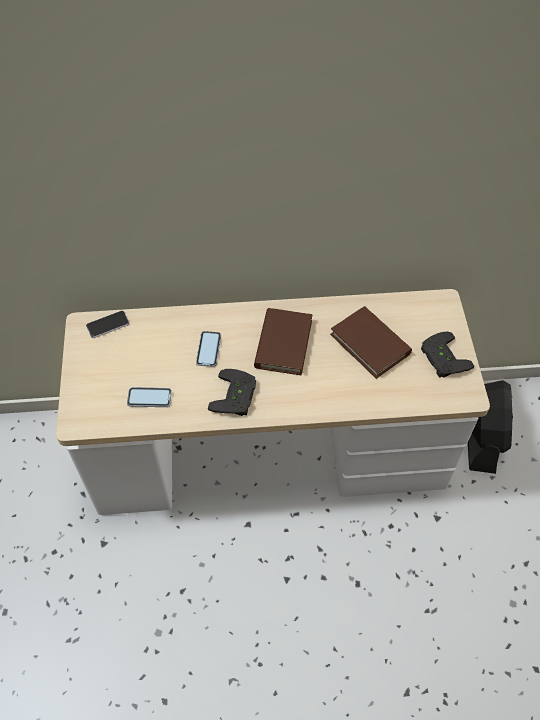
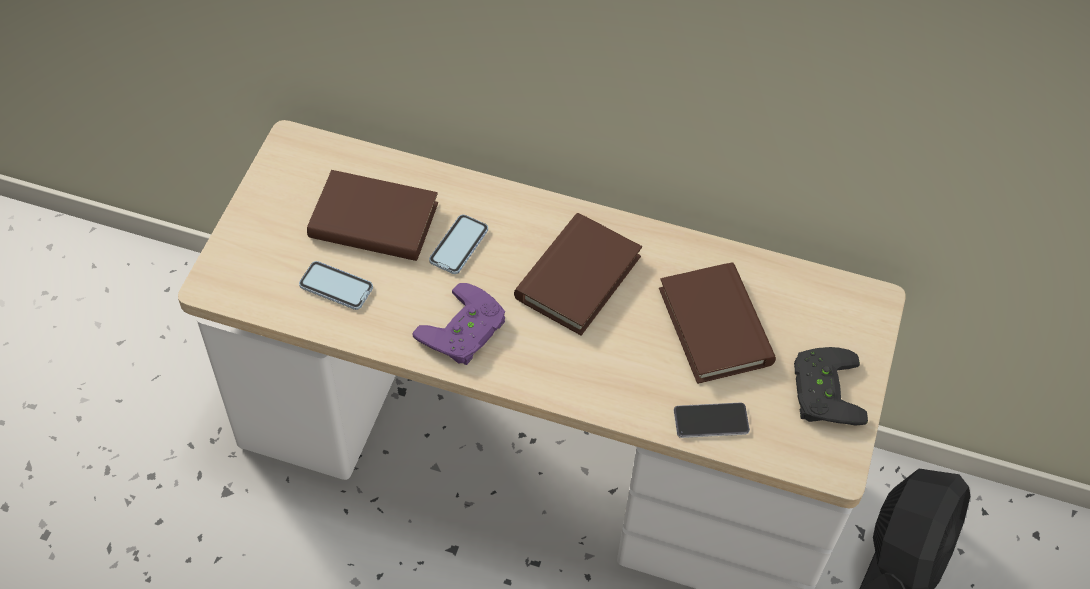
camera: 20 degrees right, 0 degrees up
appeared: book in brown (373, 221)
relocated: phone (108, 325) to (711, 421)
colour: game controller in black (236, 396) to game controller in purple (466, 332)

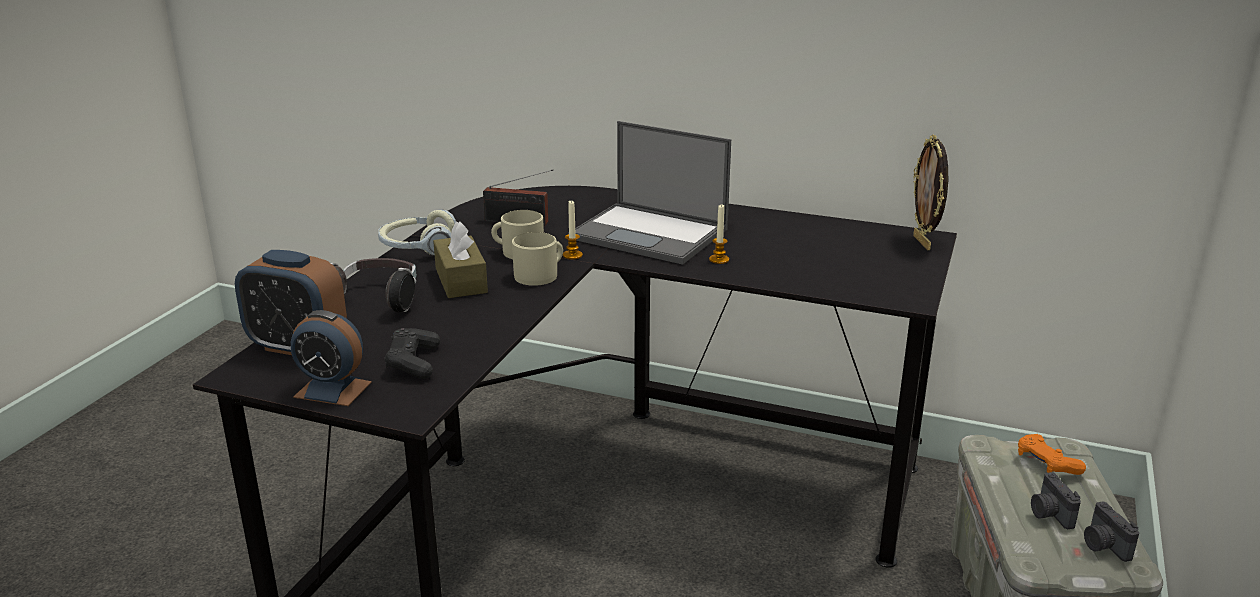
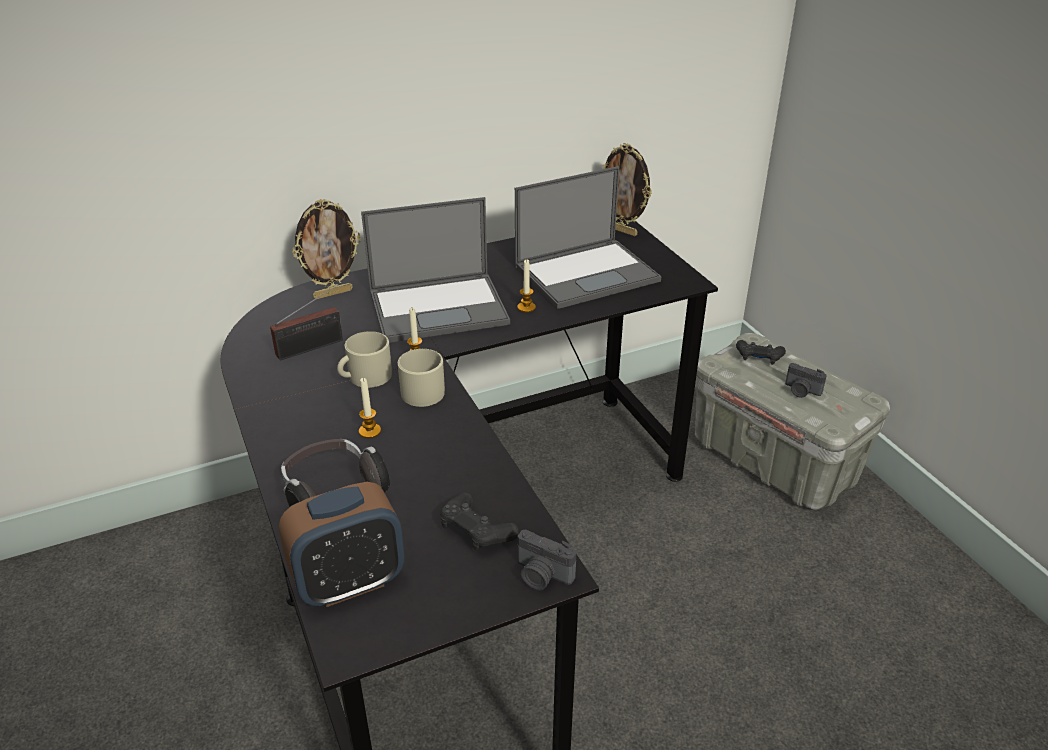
camera: 45 degrees left, 10 degrees up
missing: headphones (418, 247); alarm clock (333, 389)
appeared: laptop (588, 273); picture frame (333, 293)
relocated: photo camera (1103, 545) to (541, 576)
exchanged: tissue box in brown (461, 280) to candle (370, 431)
colour: game controller in orange (1046, 463) to game controller in black (759, 357)

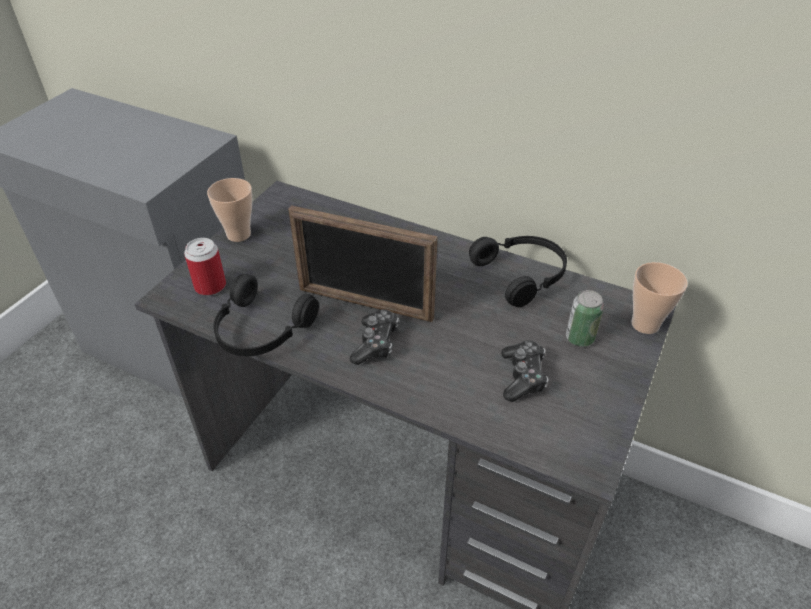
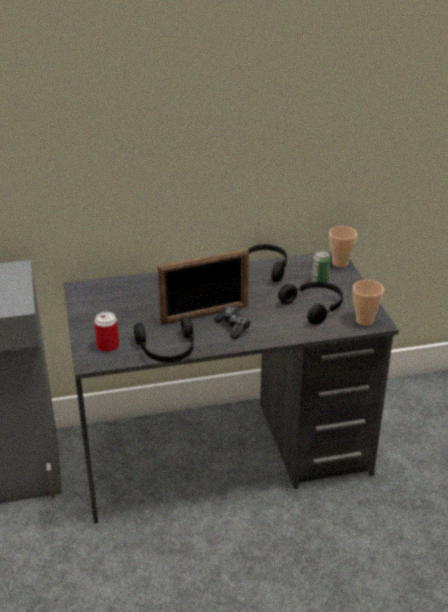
camera: 40 degrees left, 10 degrees down
relocated: cup (238, 234) to (364, 320)
exchanged: game controller (522, 377) to headphones in black (315, 307)

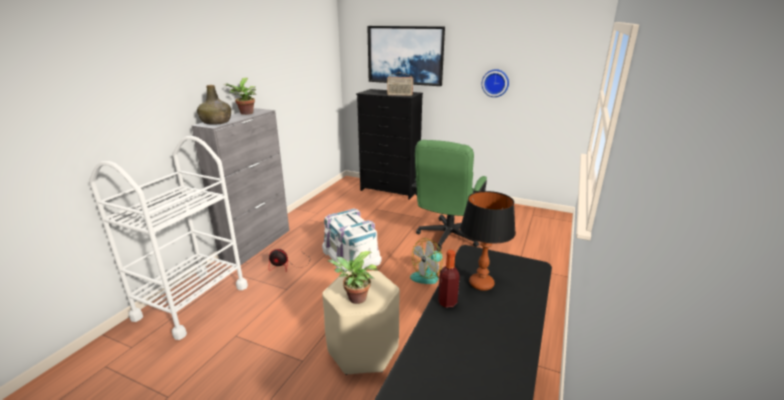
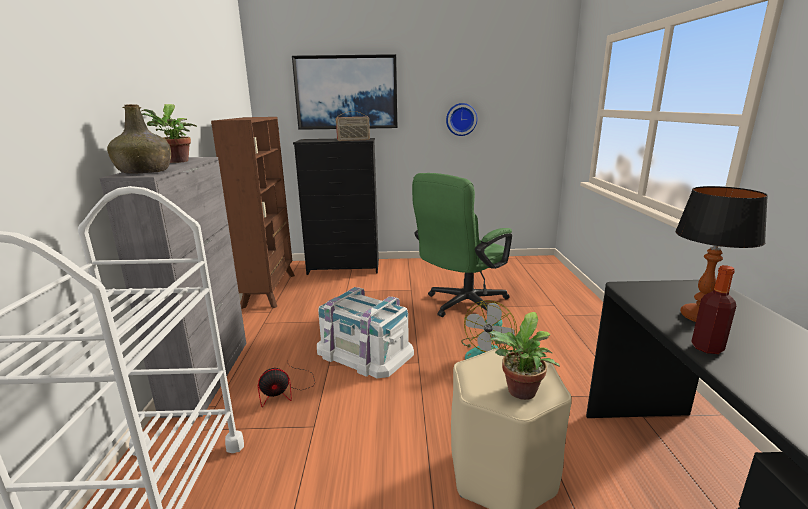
camera: 25 degrees left, 5 degrees down
appeared: bookcase in brown (270, 290)
spun: office chair in green (446, 238) = (461, 305) 45 degrees clockwise

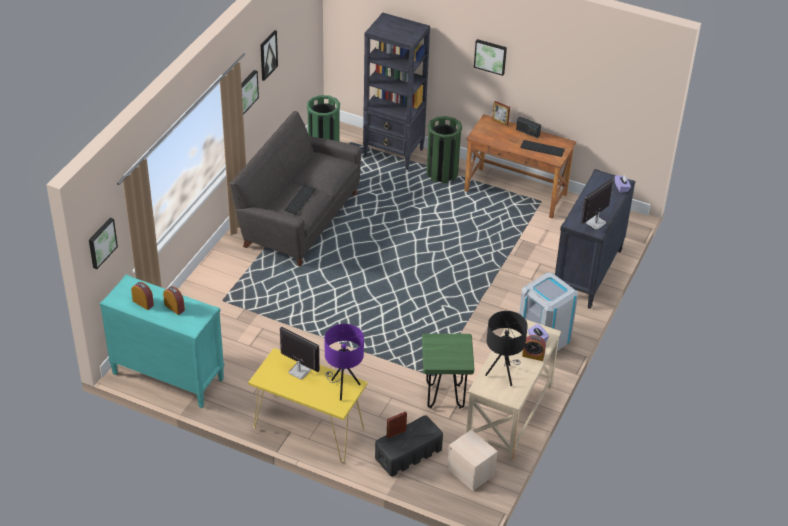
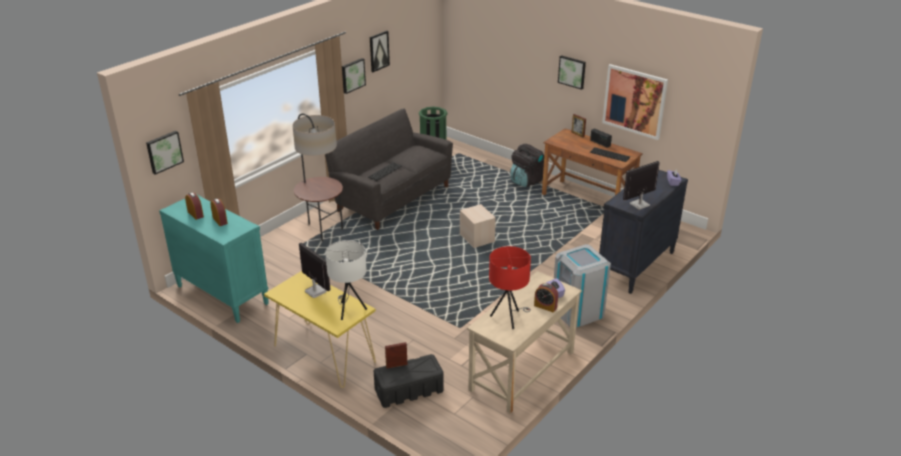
camera: 15 degrees right, 10 degrees down
missing: bookcase in black (394, 153); stool in green (444, 396)
appeared: picture (634, 101); floor lamp (322, 230)
relocated: storage box in beige (471, 472) to (477, 238)
exchanged: trash can in green (442, 173) to backpack in black (527, 181)
colour: table lamp in black (503, 374) to table lamp in red (508, 318); table lamp in purple (343, 387) to table lamp in white (349, 310)

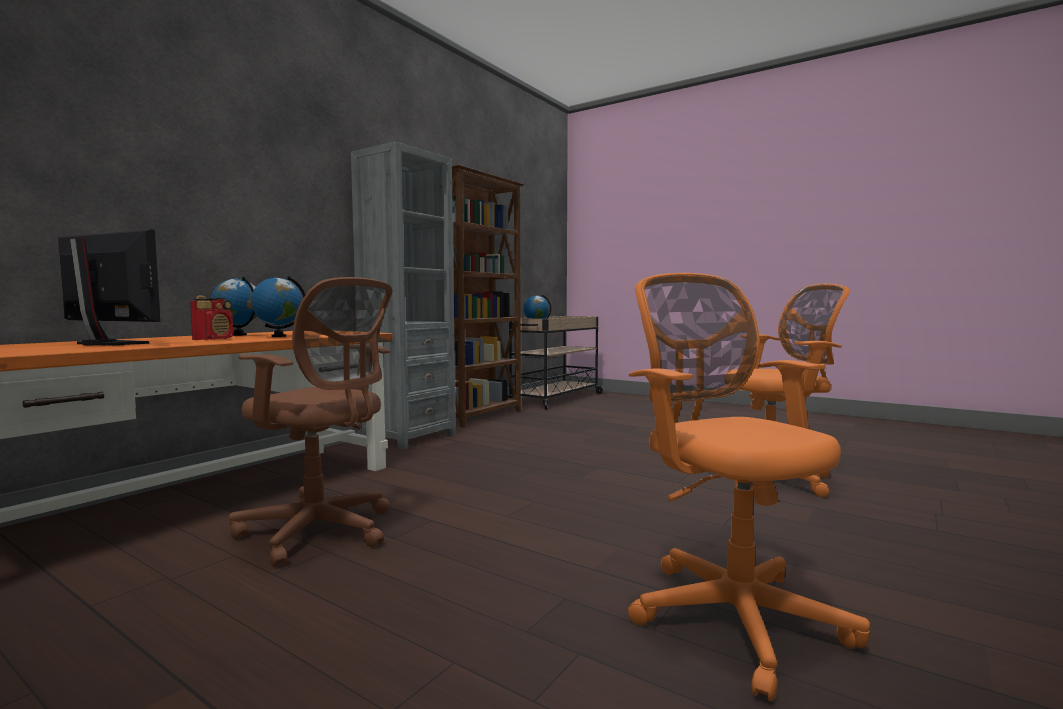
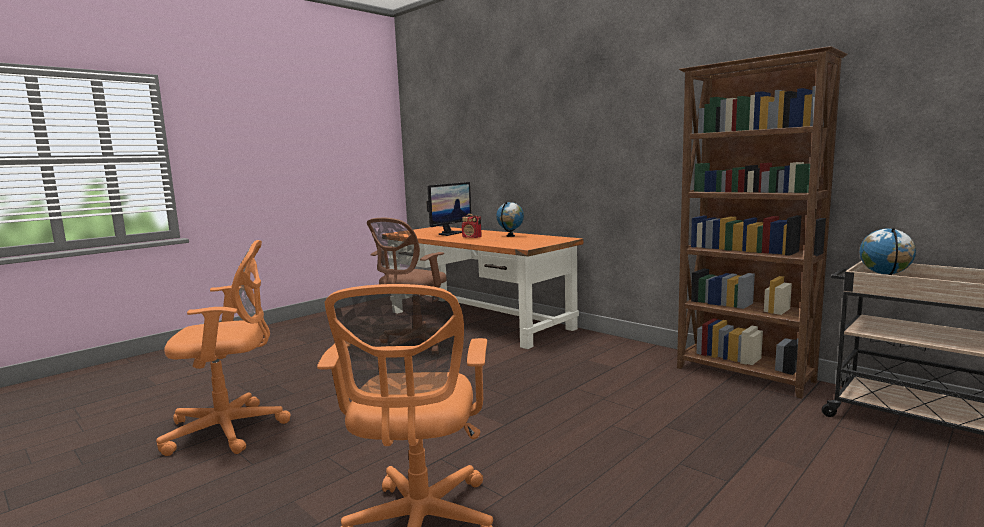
camera: 100 degrees right, 5 degrees up
missing: bookcase in grey (408, 437); globe (279, 336)

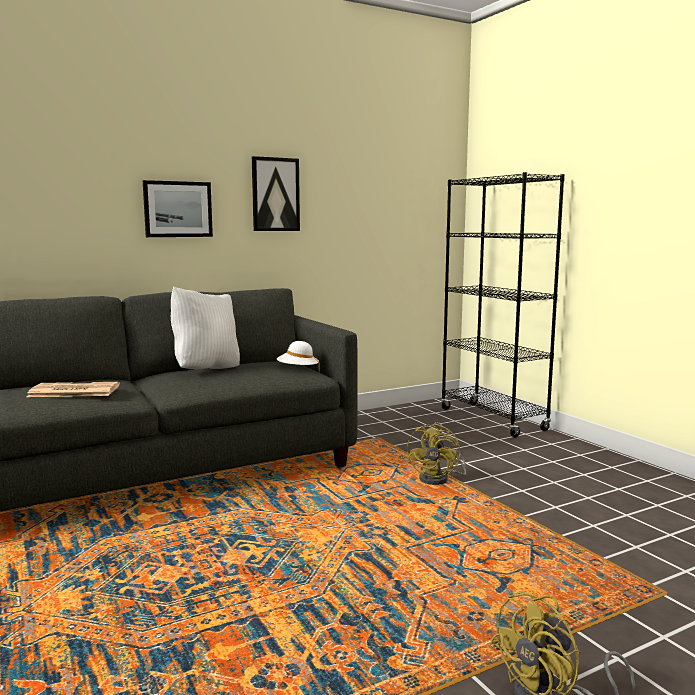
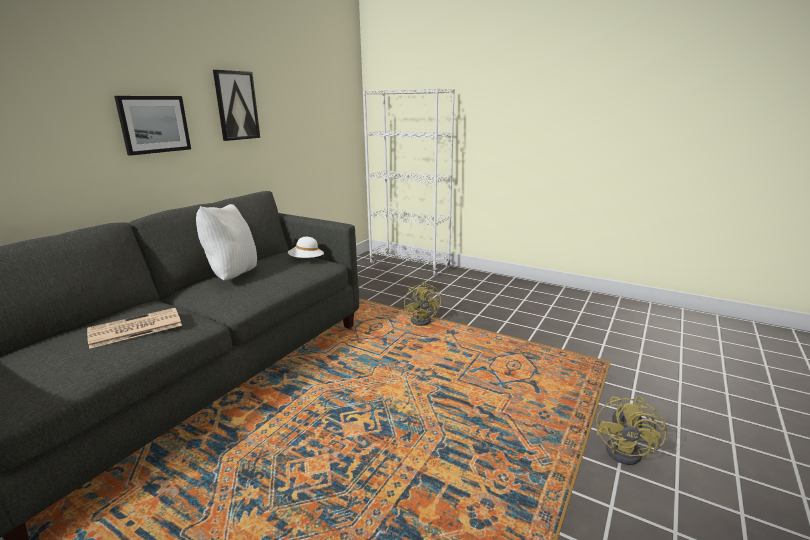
camera: 30 degrees left, 10 degrees up
colour: bookcase in black (493, 419) to bookcase in white (409, 265)

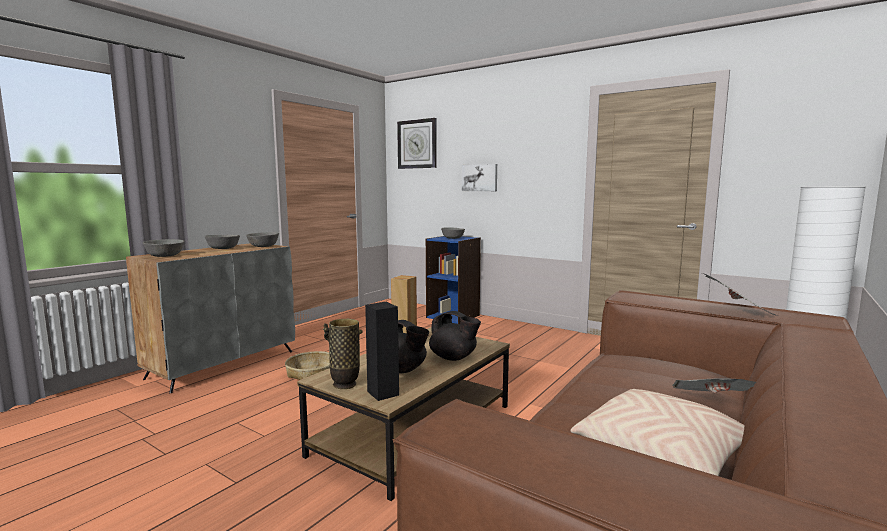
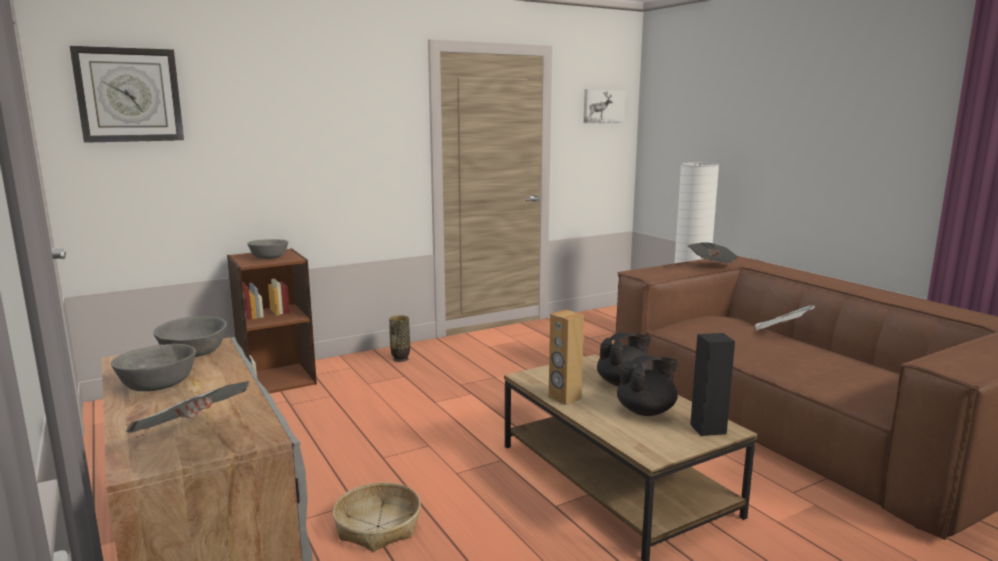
camera: 65 degrees left, 5 degrees up
missing: pillow in beige (662, 455)
relocated: picture (480, 177) to (603, 106); vase (345, 384) to (400, 359)
exchanged: bowl in grey (165, 256) to newspaper (192, 437)
colour: bookcase in blue (453, 316) to bookcase in brown (277, 379)

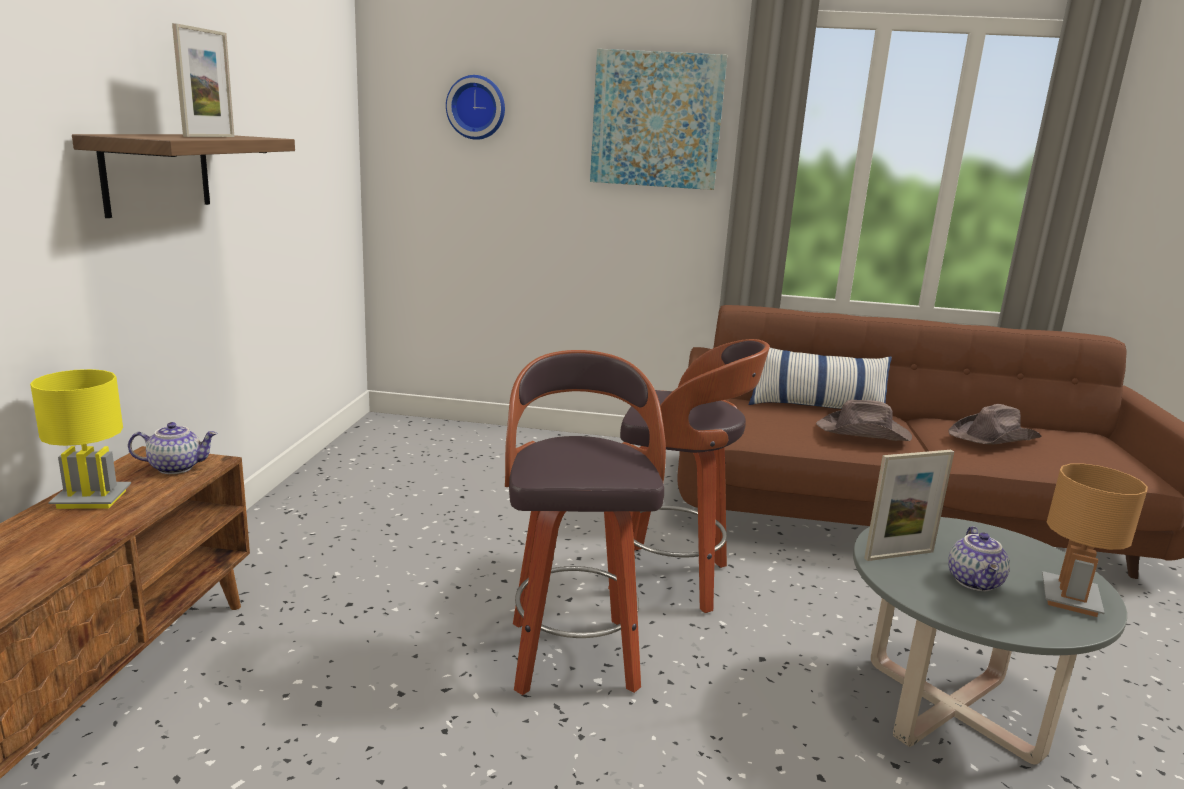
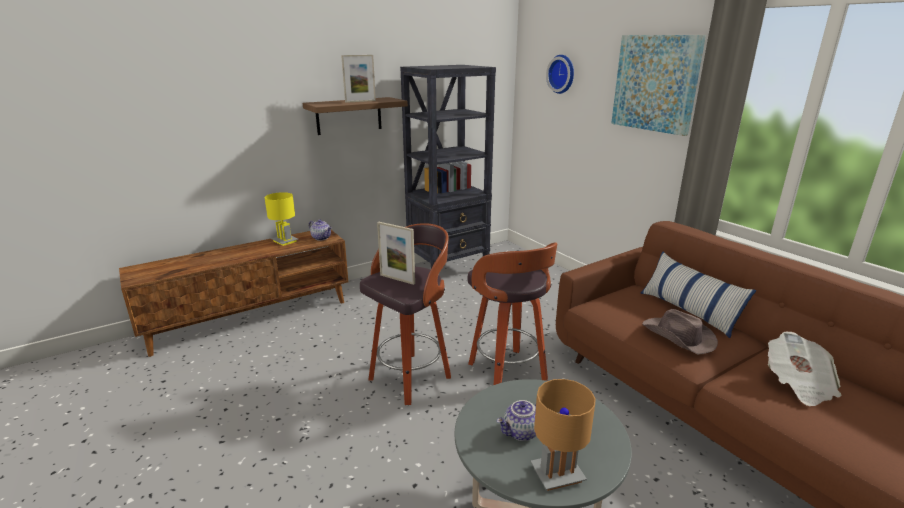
camera: 50 degrees right, 5 degrees up
appeared: bookcase in black (449, 269)
relocated: picture frame (899, 555) to (397, 279)
exchanged: hat in brown (994, 437) to newspaper (798, 384)

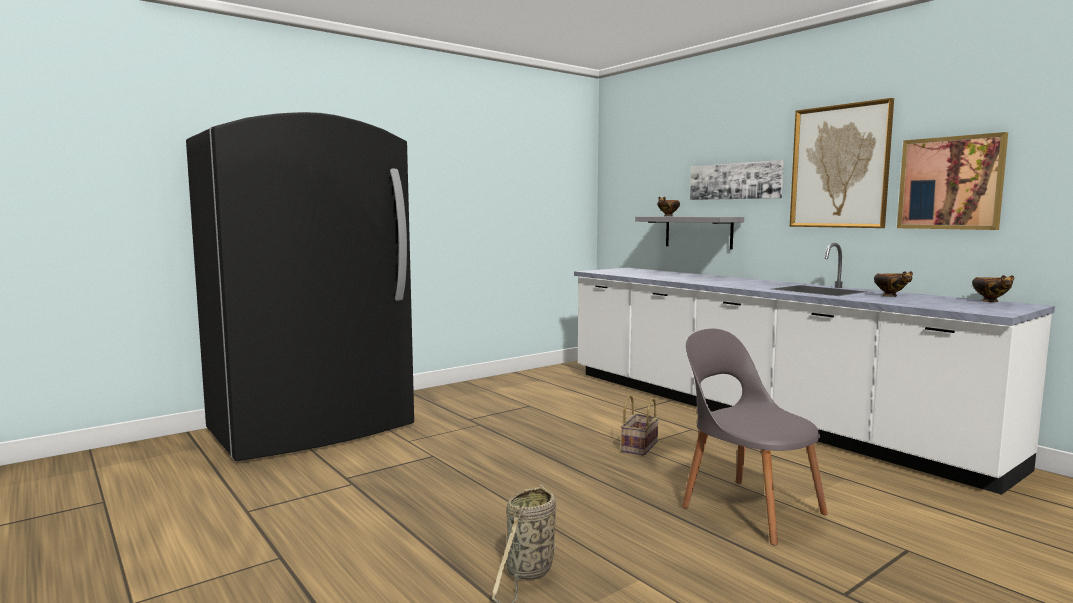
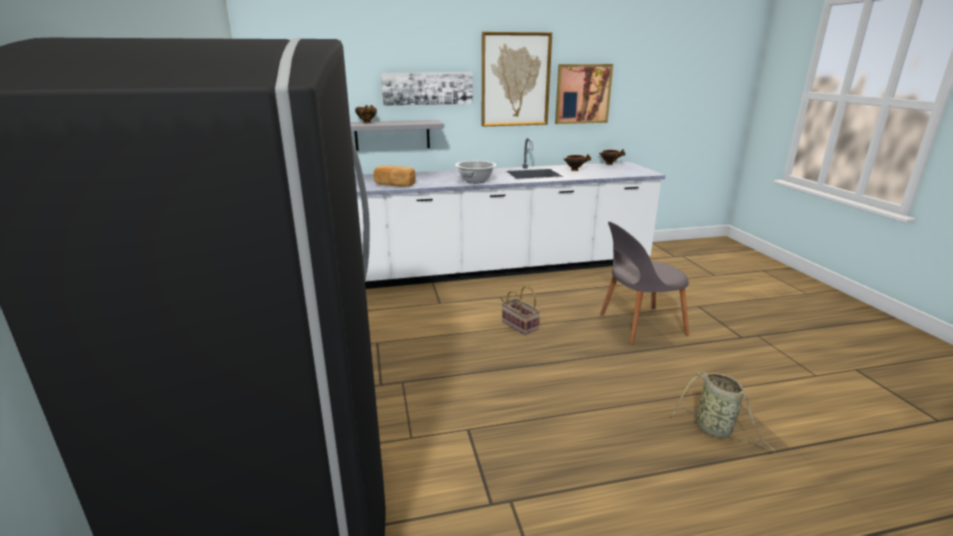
camera: 65 degrees left, 15 degrees up
appeared: cooking pot (475, 180); bread (394, 184)

